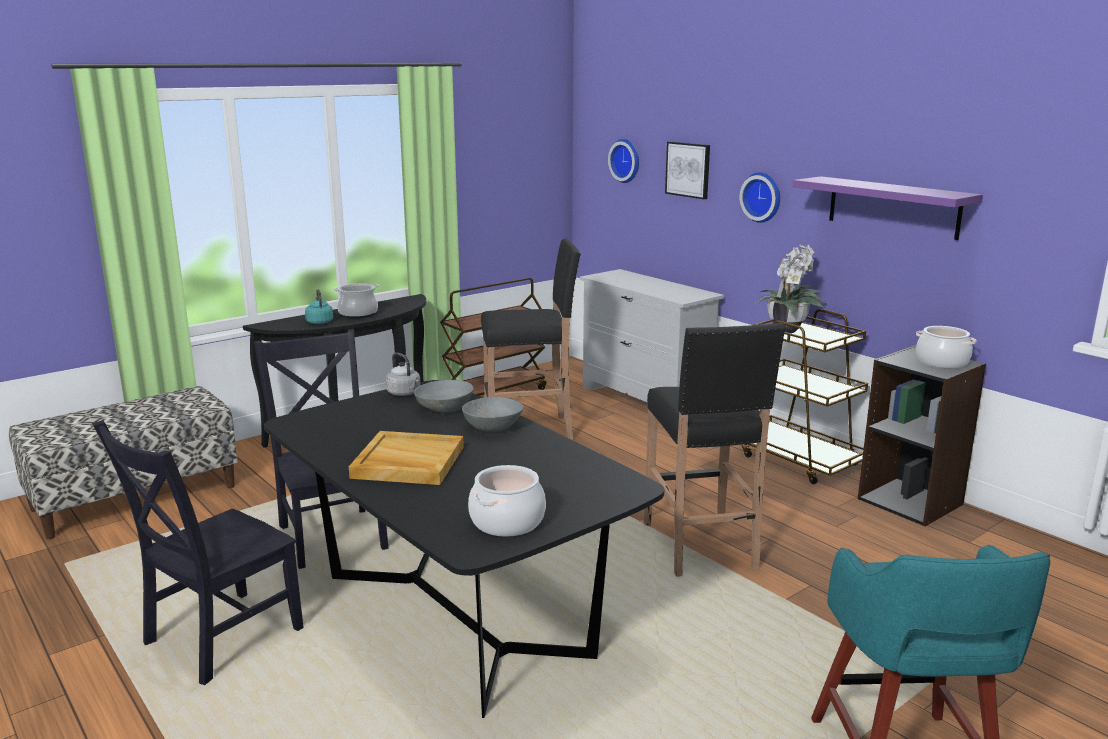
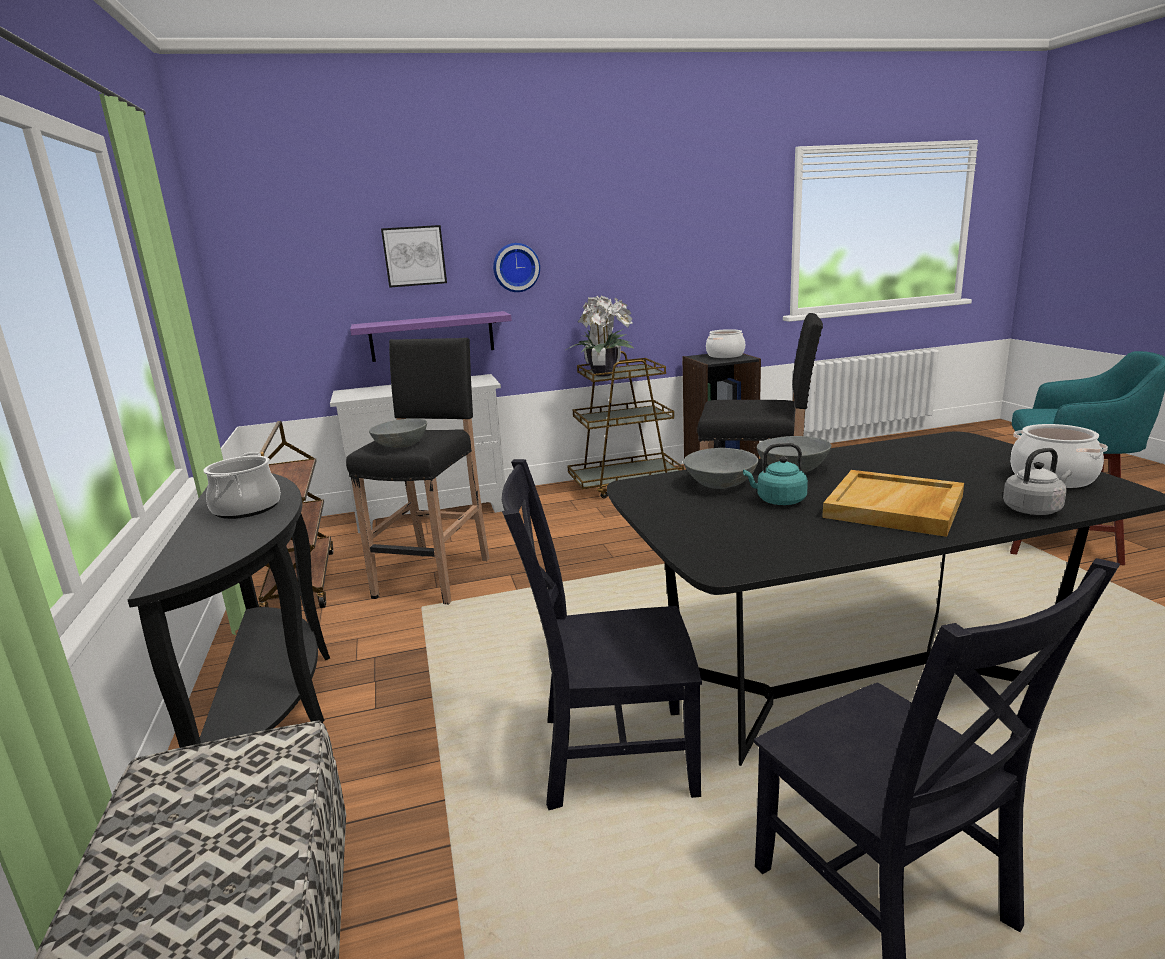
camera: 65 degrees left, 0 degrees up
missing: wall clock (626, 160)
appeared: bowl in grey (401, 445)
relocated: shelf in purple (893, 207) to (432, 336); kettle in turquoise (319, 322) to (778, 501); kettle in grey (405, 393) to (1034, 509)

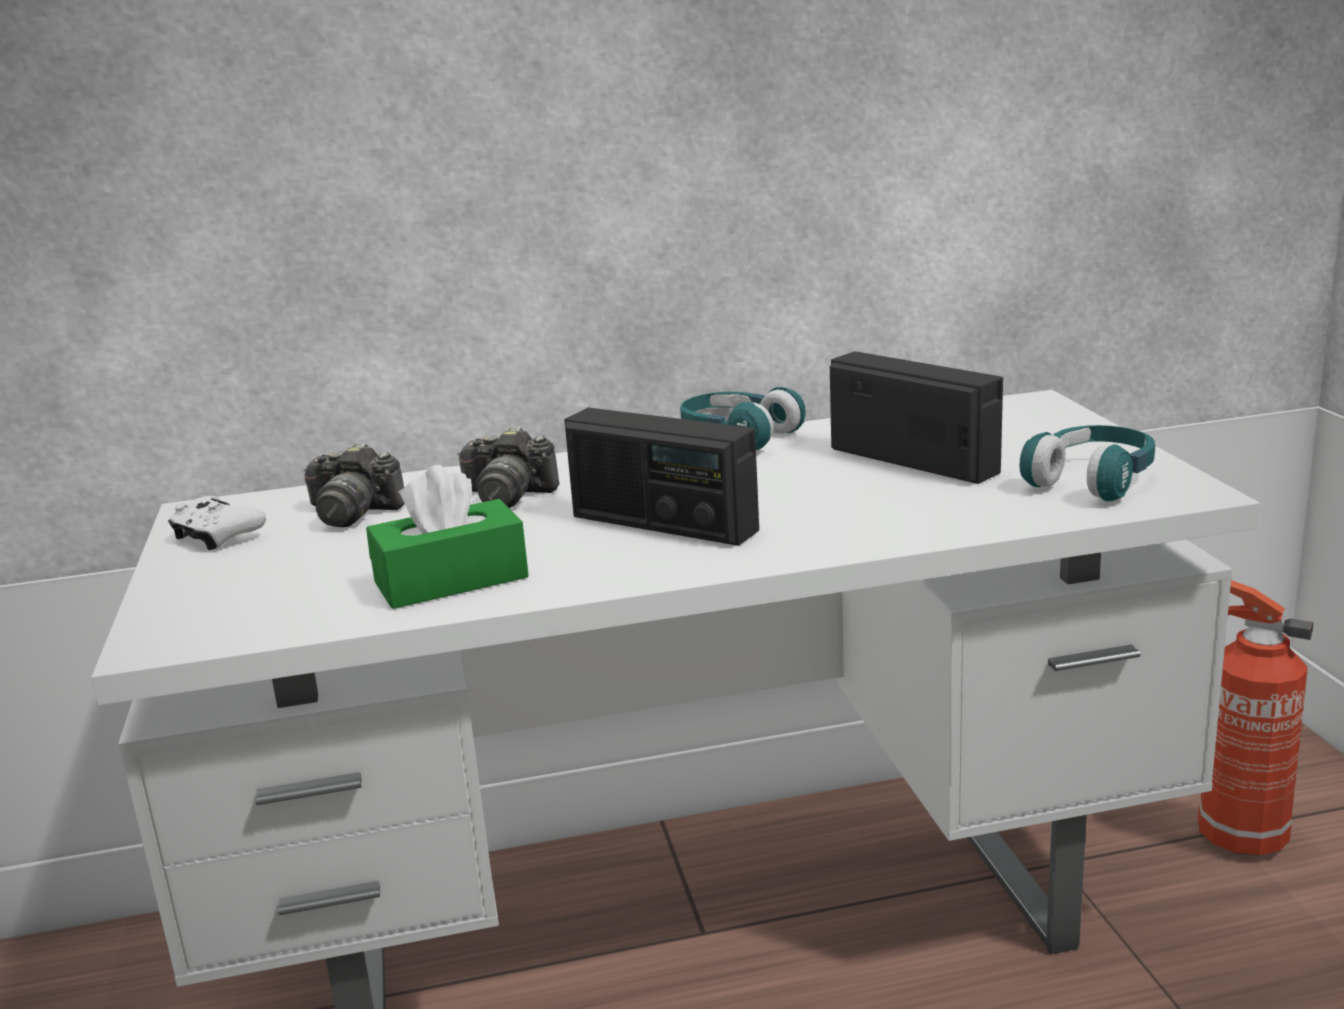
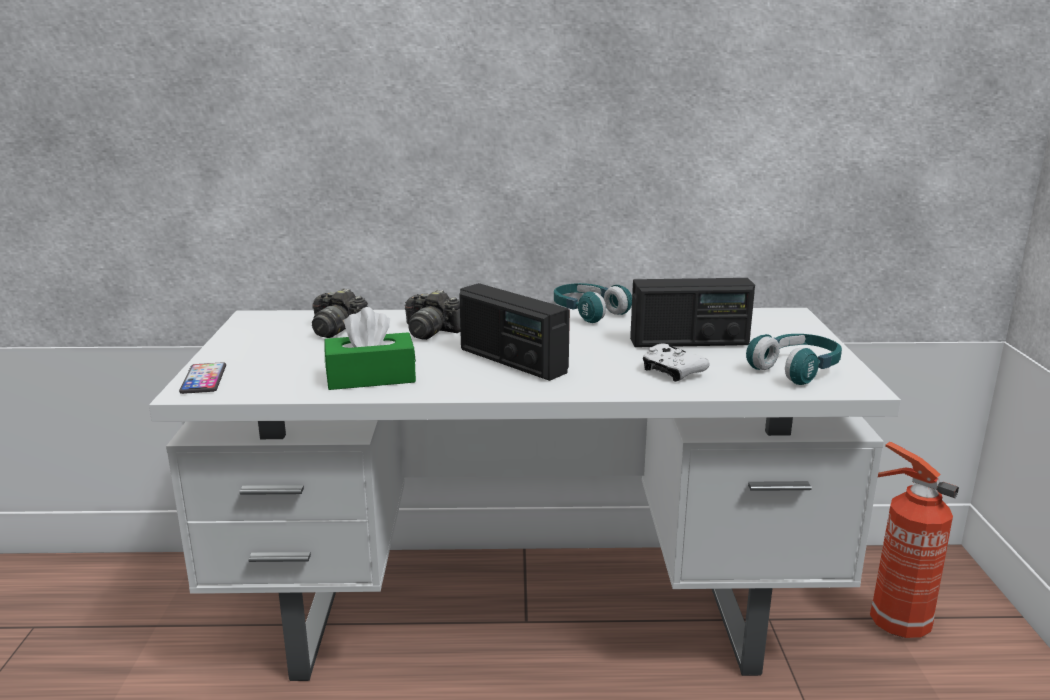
camera: 10 degrees right, 0 degrees up
appeared: phone (203, 379)
relocated: game controller in white (217, 536) to (672, 372)
spun: radio (914, 460) = (689, 342) 120 degrees clockwise

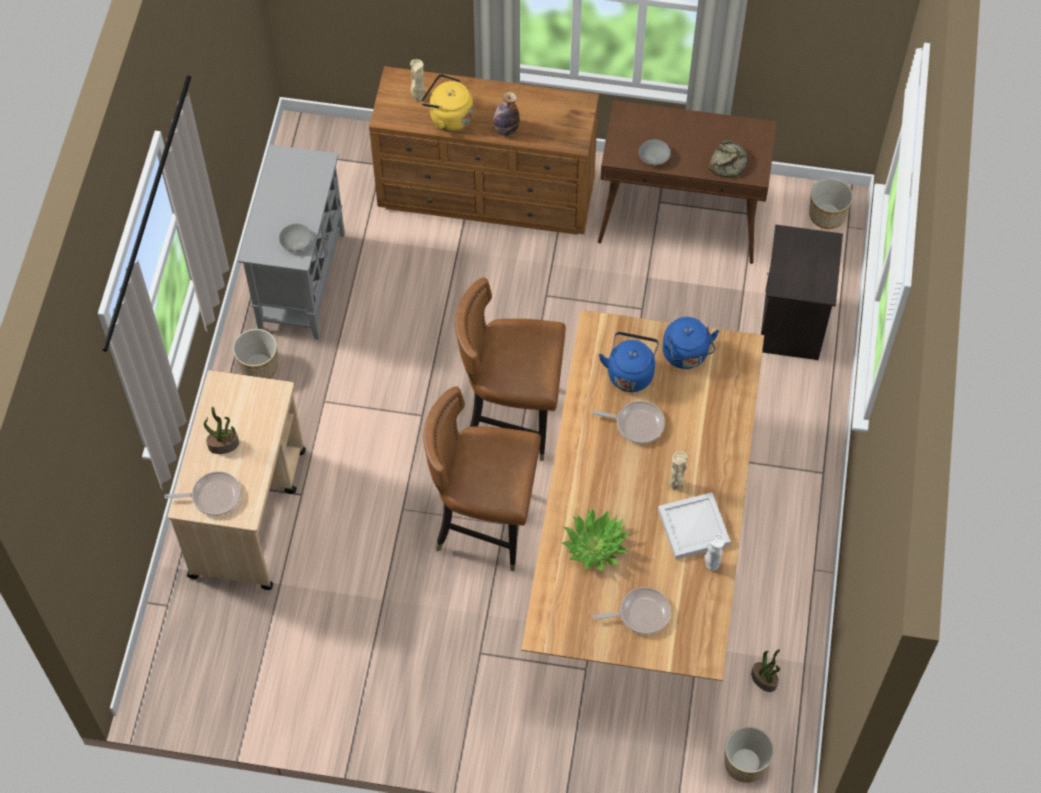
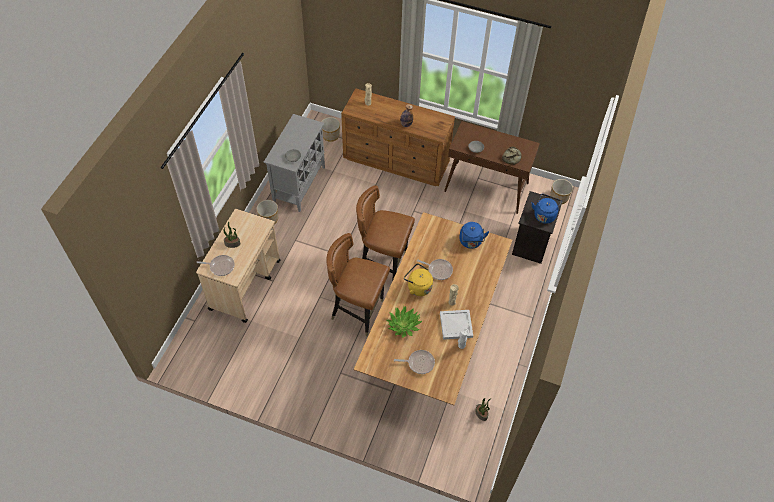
camera: 10 degrees right, 5 degrees down
relocated: kettle in yellow (448, 117) to (418, 287); kettle in blue (630, 372) to (544, 215); planter (744, 762) to (330, 135)

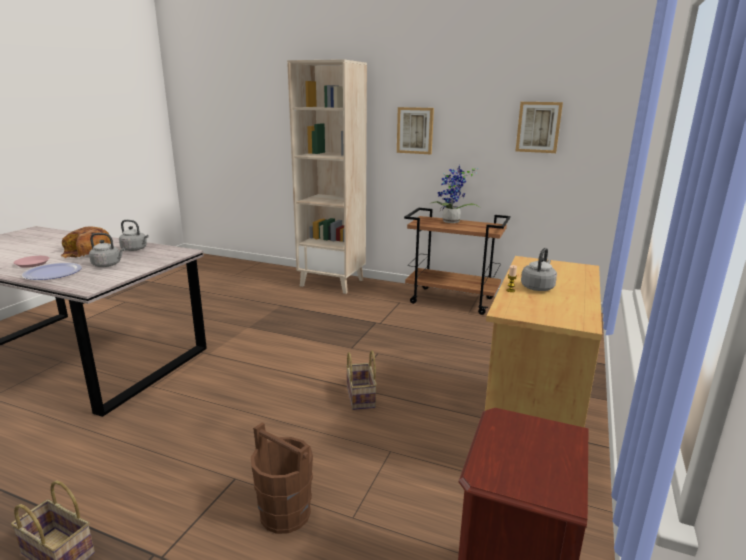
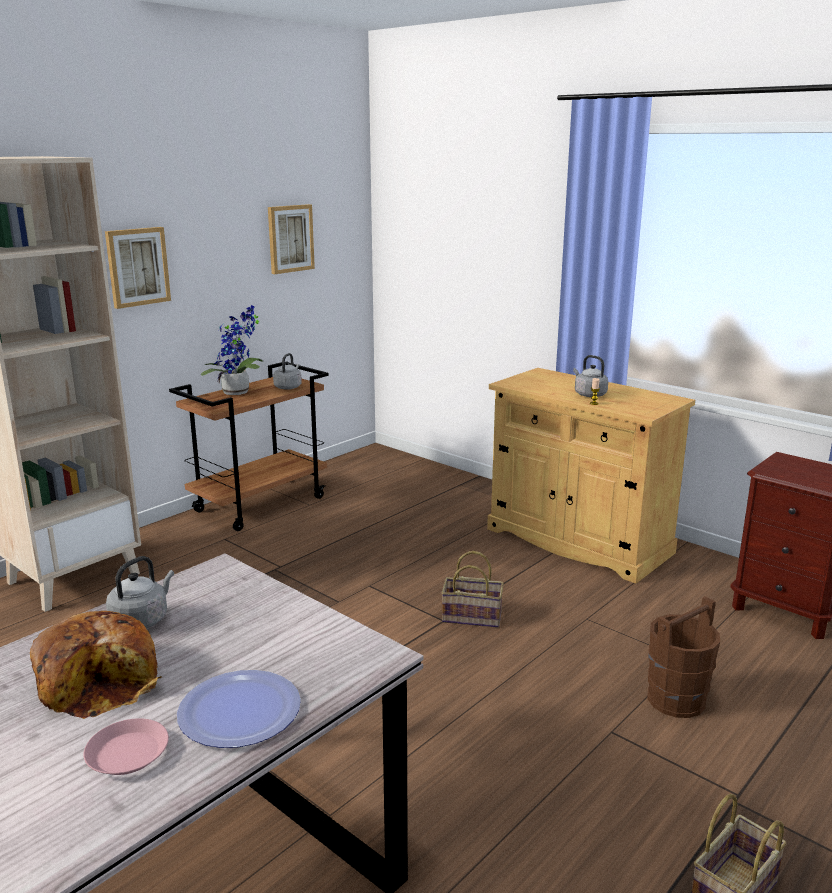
camera: 70 degrees left, 0 degrees up
relocated: kettle in grey (108, 265) to (288, 387)

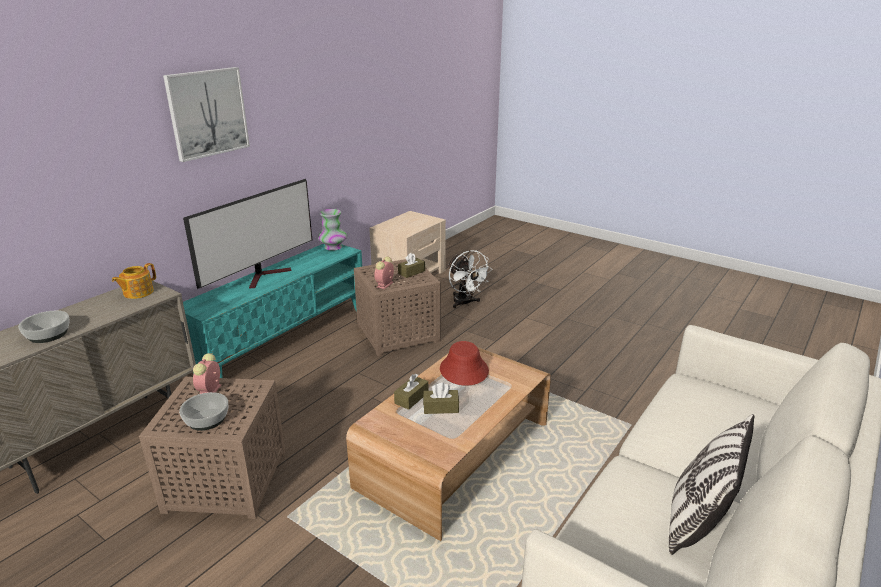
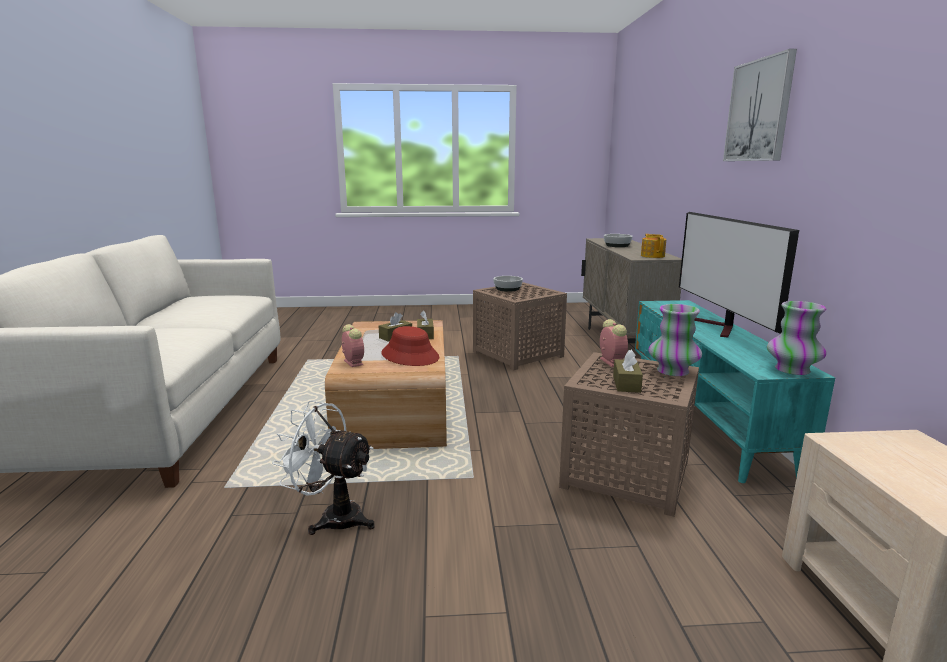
camera: 140 degrees right, 10 degrees down
missing: pillow (697, 522)
appeared: vase (672, 371)
relocated: fan in white (465, 303) to (333, 517); alarm clock (210, 392) to (352, 362)

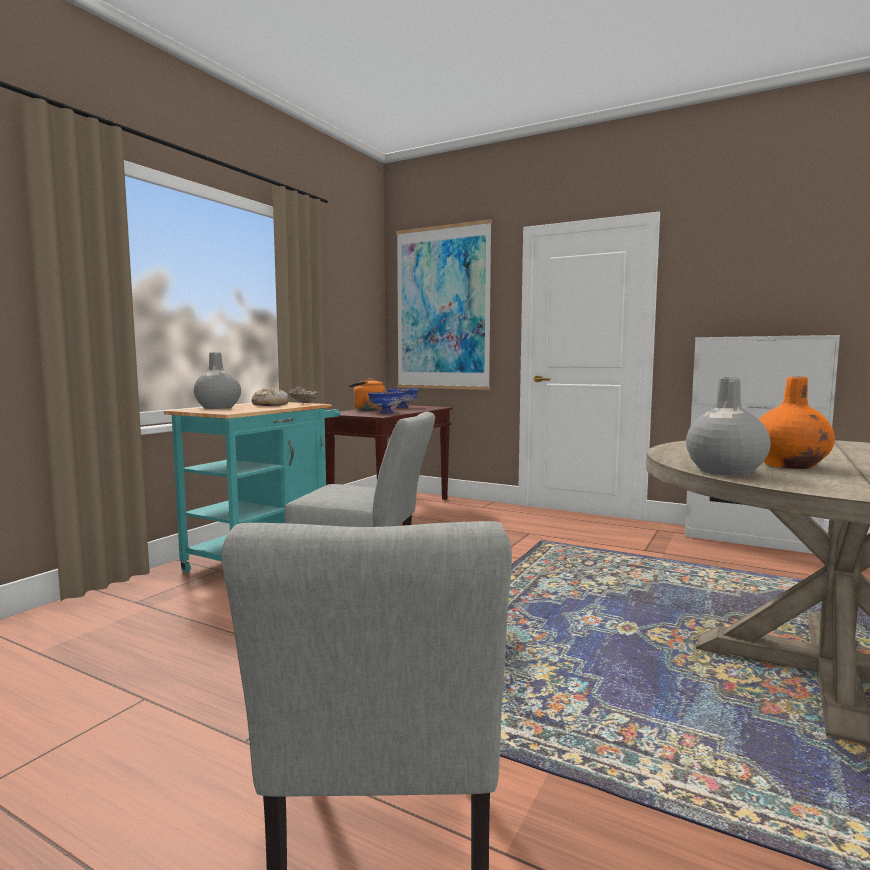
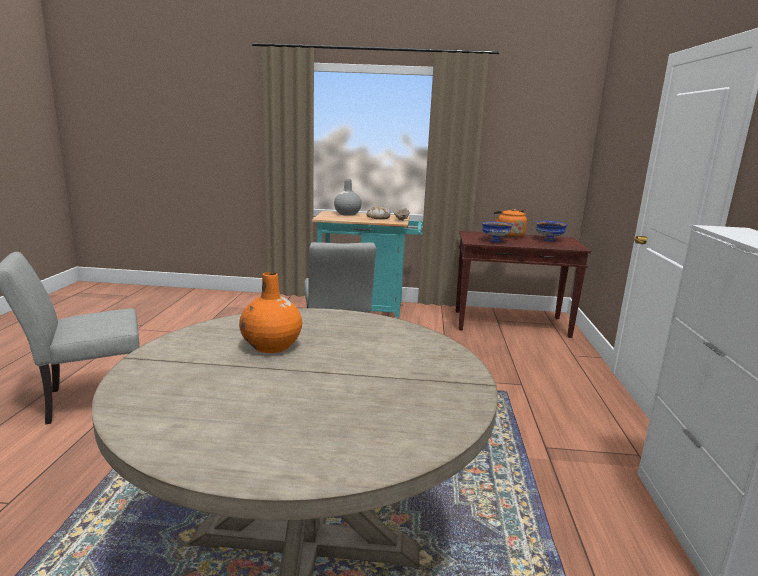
camera: 65 degrees right, 10 degrees up
missing: picture (442, 308); vase in grey (724, 471)

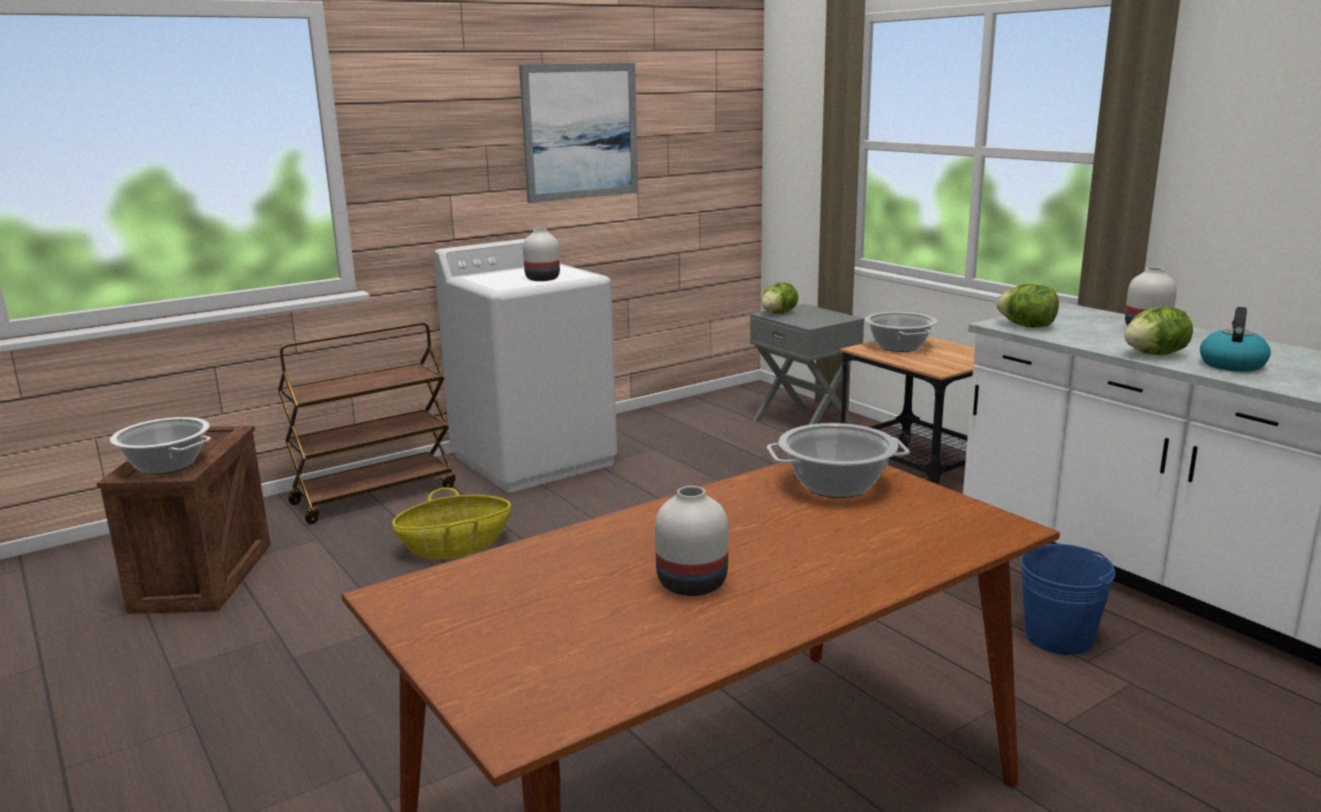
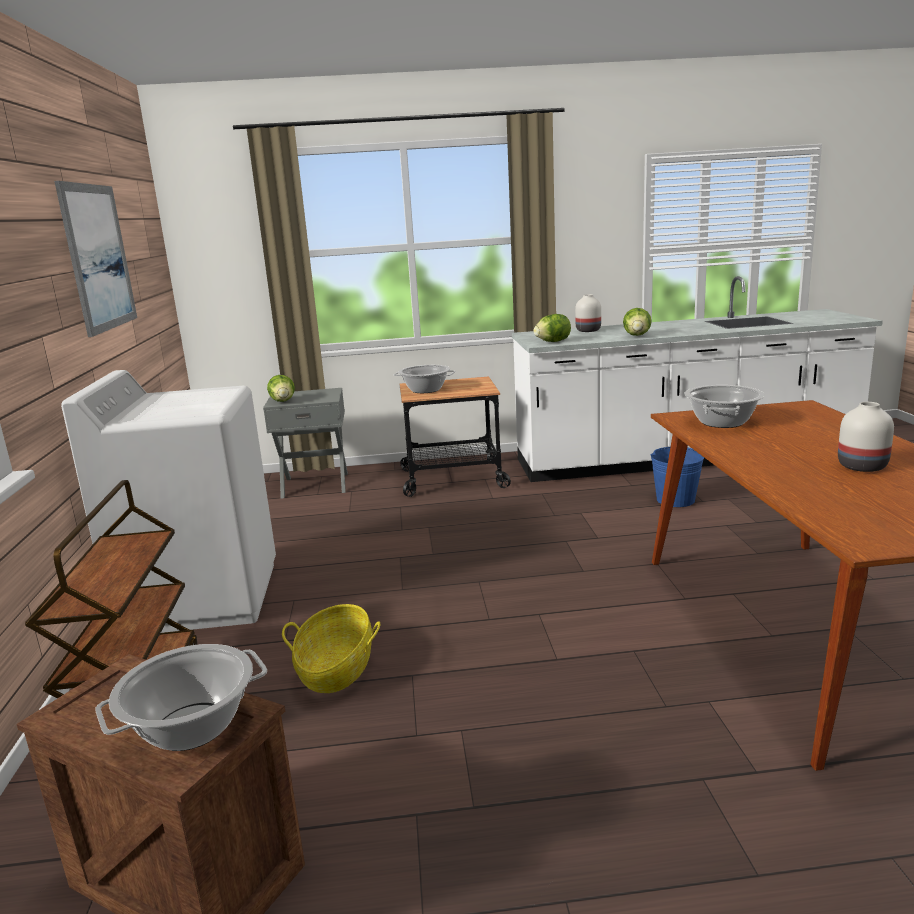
camera: 60 degrees left, 0 degrees up
missing: vase in white (541, 279); kettle (1231, 364)

